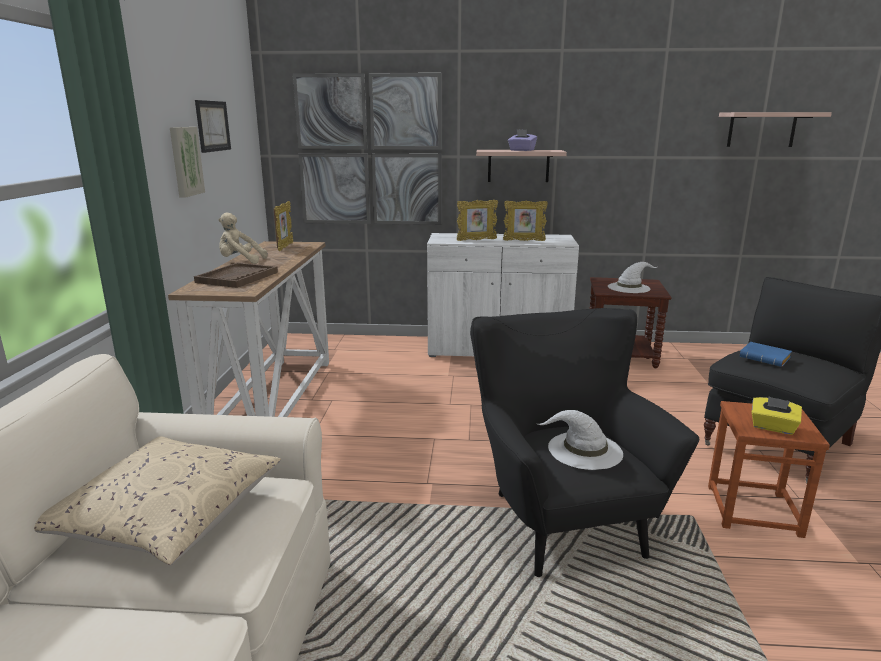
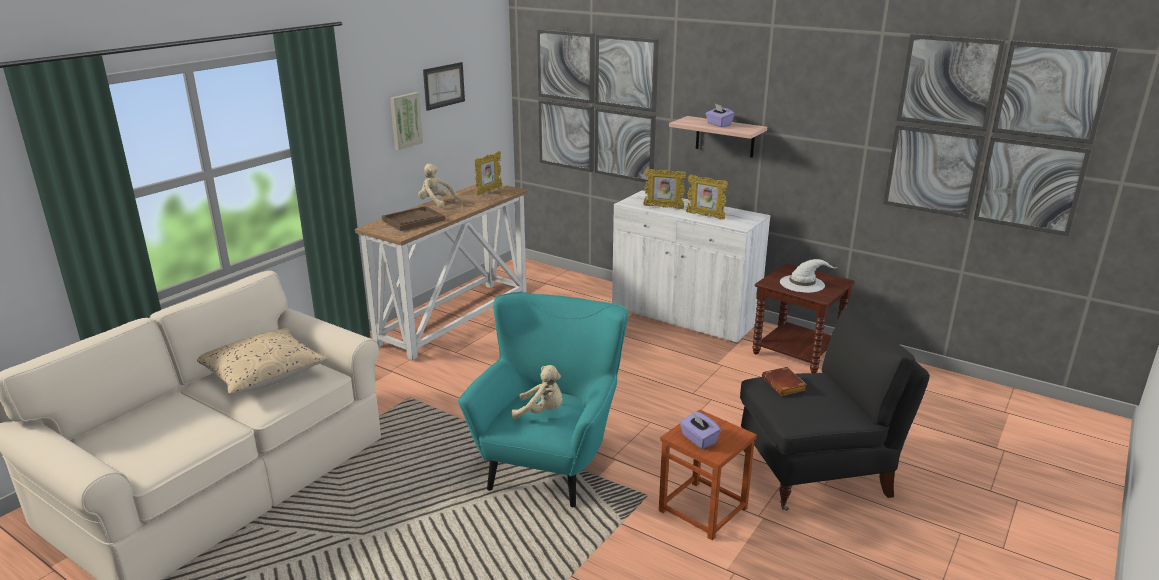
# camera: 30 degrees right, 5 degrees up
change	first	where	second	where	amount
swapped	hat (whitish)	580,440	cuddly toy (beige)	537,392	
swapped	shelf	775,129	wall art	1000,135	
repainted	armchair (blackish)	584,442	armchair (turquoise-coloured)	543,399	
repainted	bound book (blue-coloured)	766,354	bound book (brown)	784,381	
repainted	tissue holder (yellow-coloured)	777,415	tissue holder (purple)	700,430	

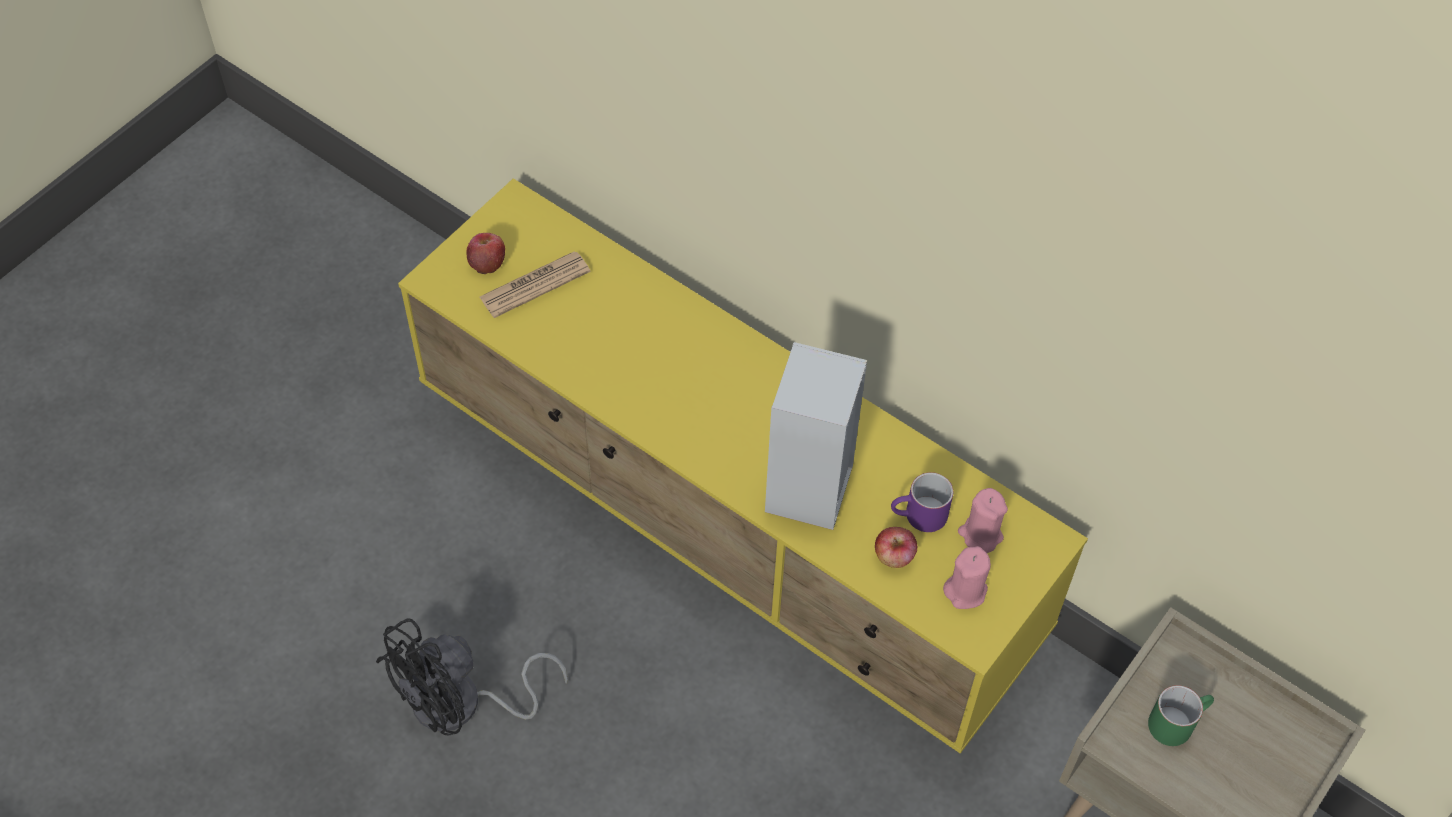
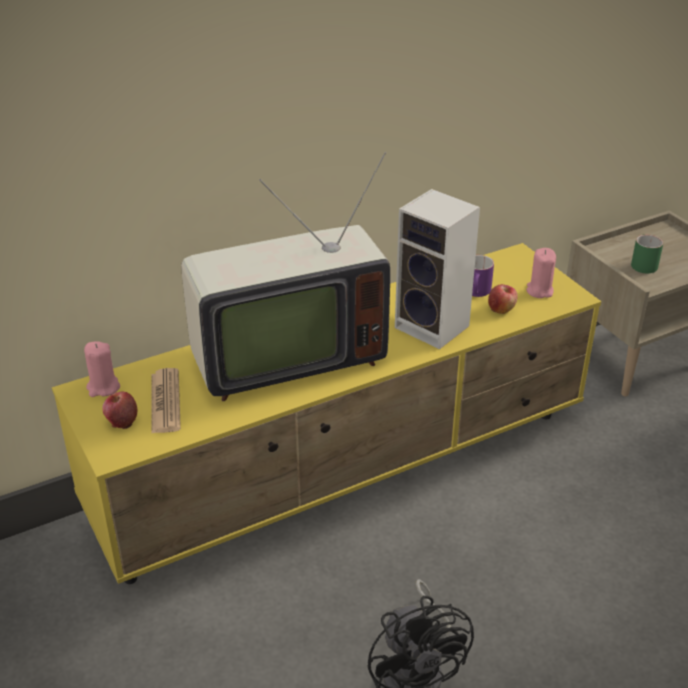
# camera: 65 degrees left, 20 degrees down
change	first	where	second	where	amount
new			television	285,276	
shifted	wax candle (pink-coloured)	983,520		102,369	

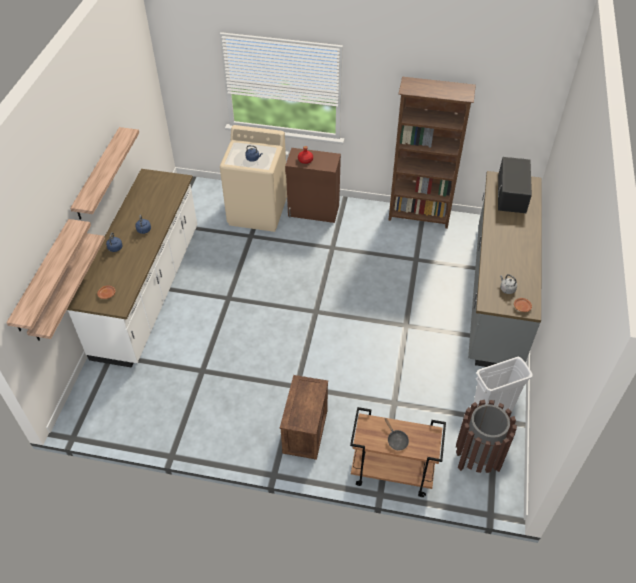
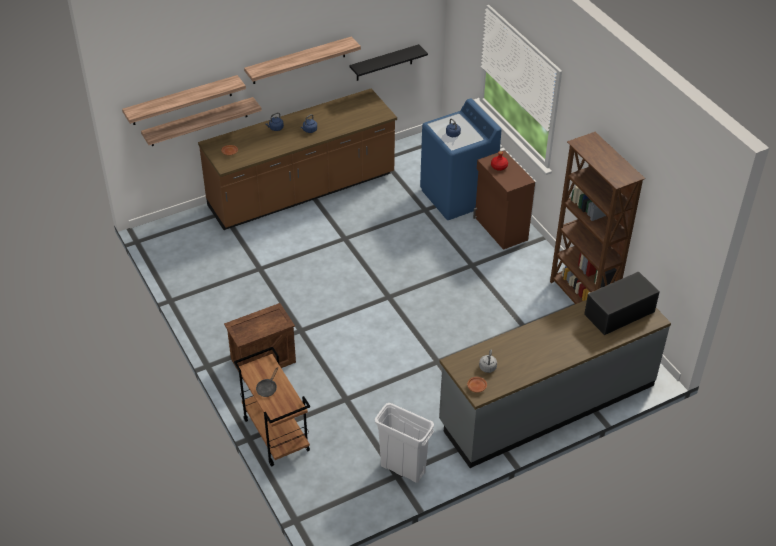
# camera: 50 degrees right, 5 degrees down
change	first	where	second	where	amount
gone	waste bin (brown)	486,436			
new			shelf (blackish)	389,62	
repainted	kitchen counter (whitish)	132,268	kitchen counter (brown)	297,159	
repainted	laundry machine (beige)	253,178	laundry machine (blue-coloured)	460,159	

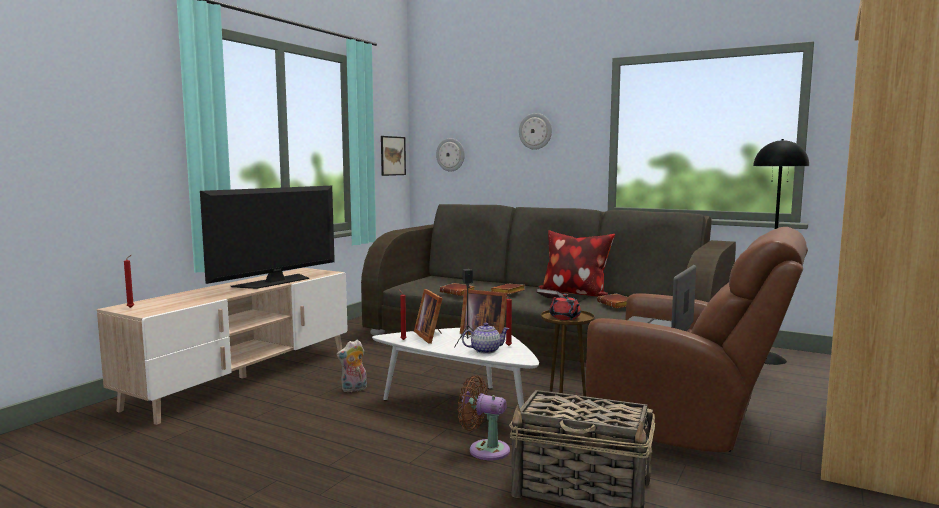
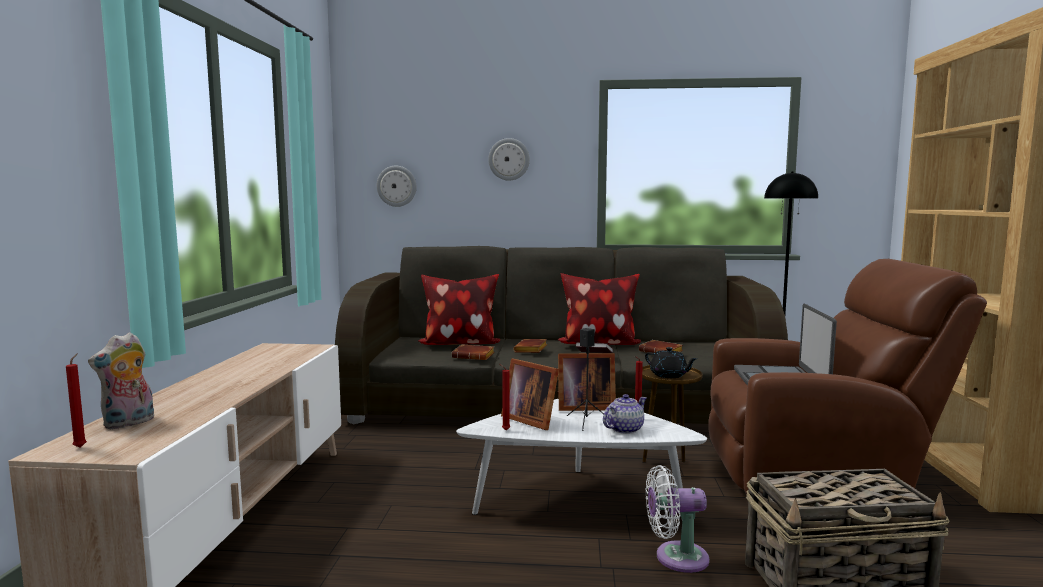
# camera: 25 degrees left, 0 degrees up
change	first	where	second	where	amount
gone	television	267,237			
gone	wall art	393,156			
new			cushion	459,309	
shifted	cuddly toy	351,366		121,380	
repainted	electric fan (brown)	484,417	electric fan (whitish)	678,519	
repainted	tea pot (red-coloured)	565,307	tea pot (blackish)	671,362	

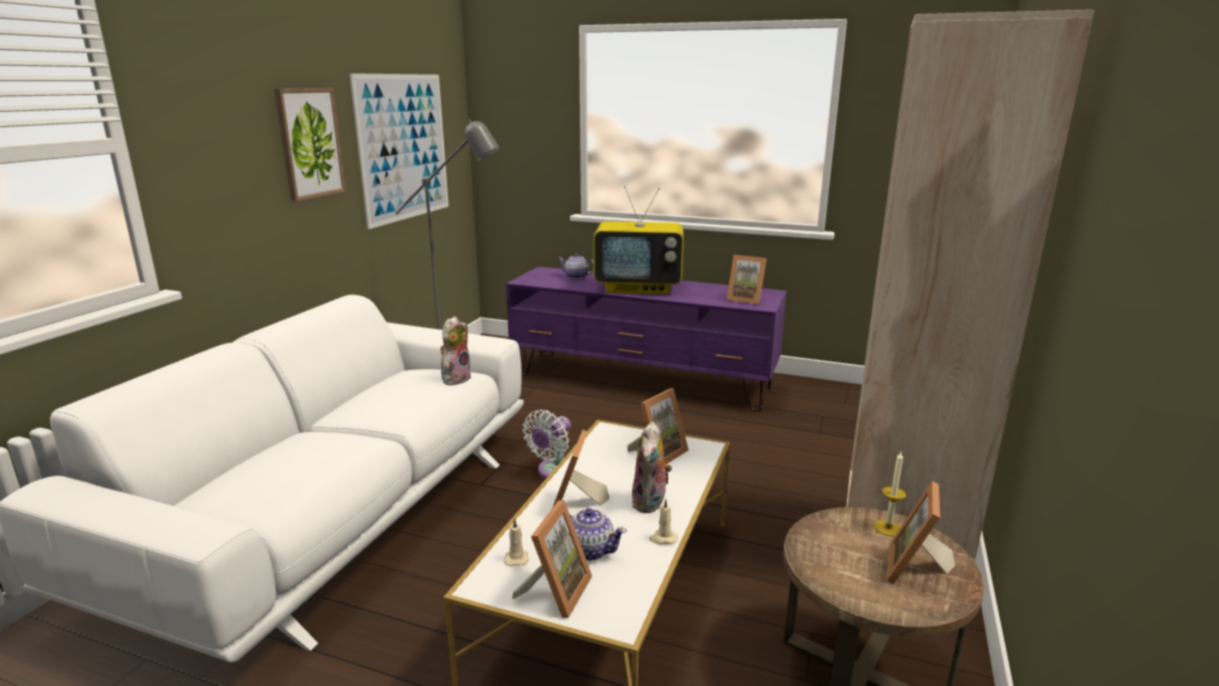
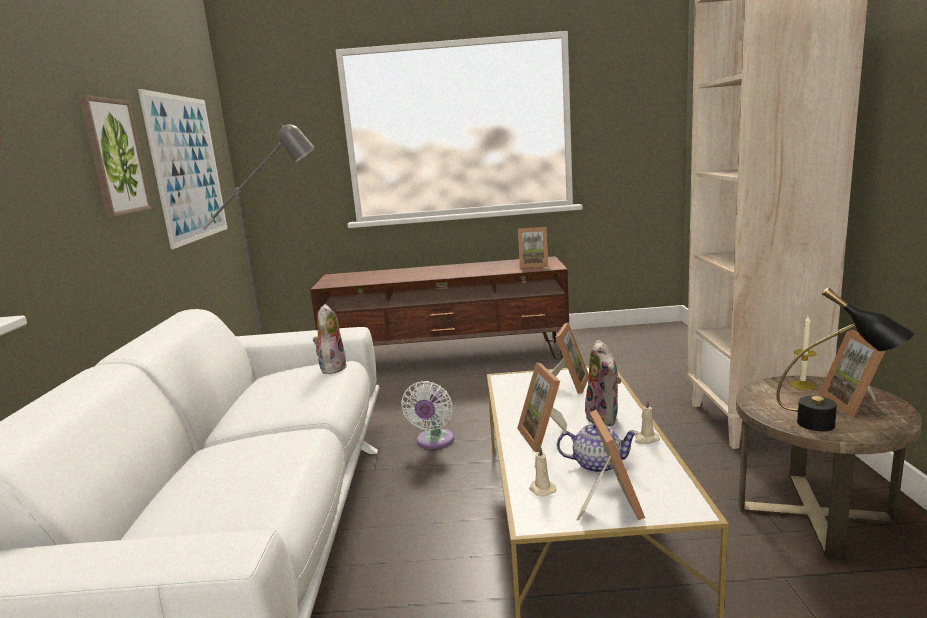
# camera: 20 degrees left, 5 degrees down
change	first	where	second	where	amount
gone	tea pot	576,266			
gone	television	638,240			
new			table lamp (blackish)	845,359	
repainted	media console (purple)	646,339	media console (brown)	439,308	

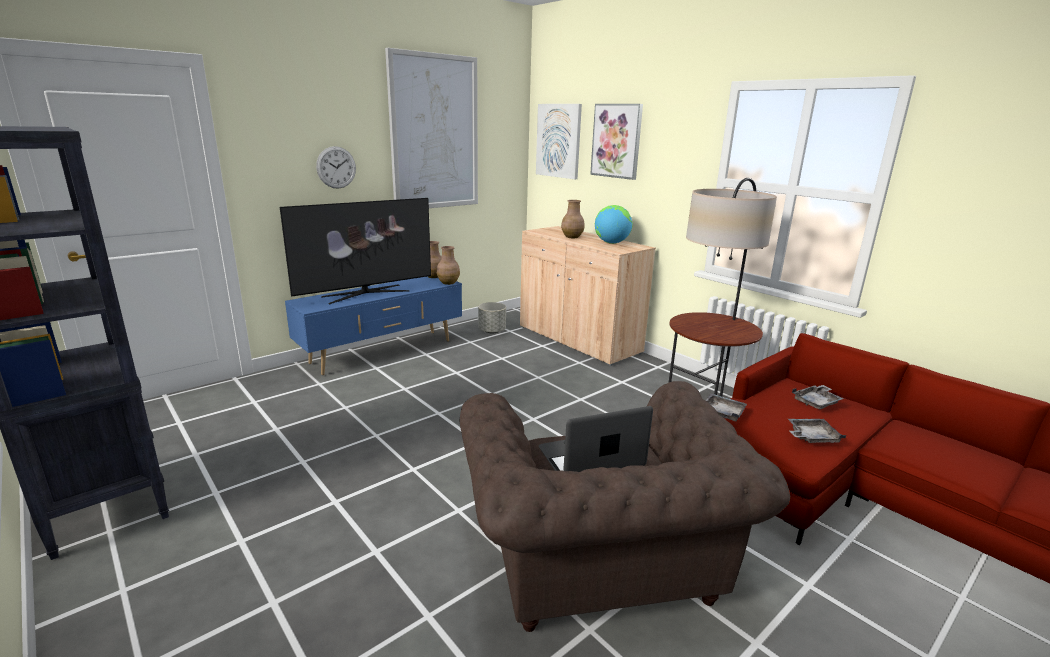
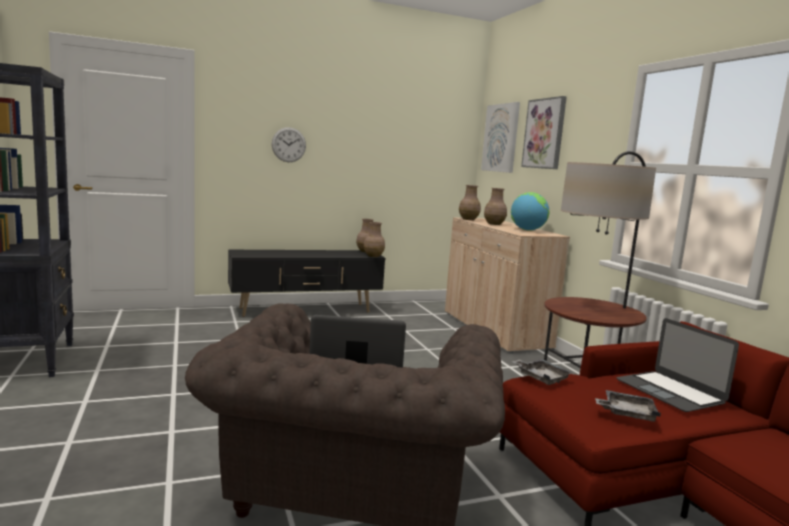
# camera: 20 degrees right, 10 degrees down
change	first	where	second	where	amount
gone	television	355,251			
gone	wall art	431,128			
gone	plant pot (greyish)	492,317			
new			vase (brown)	470,202	
swapped	carrying tray (greyish)	818,397	portable computer	678,365	
repainted	media console (blue-coloured)	373,325	media console (blackish)	306,283	

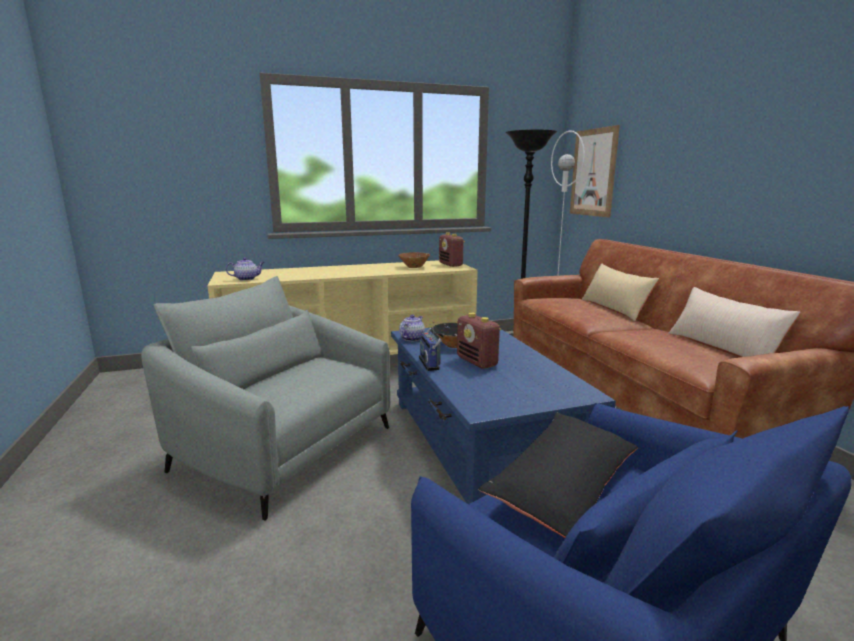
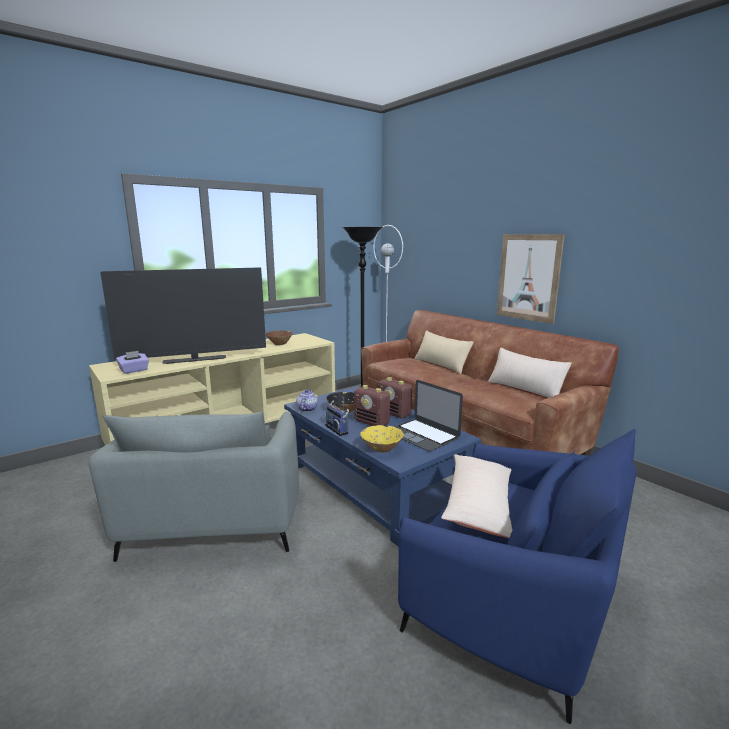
# camera: 20 degrees left, 0 degrees up
change	first	where	second	where	amount
new			television	183,315	
new			bowl (yellow-coloured)	382,438	
new			portable computer	429,415	
shifted	radio receiver	452,249		396,397	
shifted	wall art	595,171		531,279	
swapped	tea pot	245,269	tissue holder (purple)	132,362	
repainted	cushion (blackish)	558,475	cushion (beige)	476,496	
rotated	armchair (greyish)	265,398		194,486	105 degrees counterclockwise

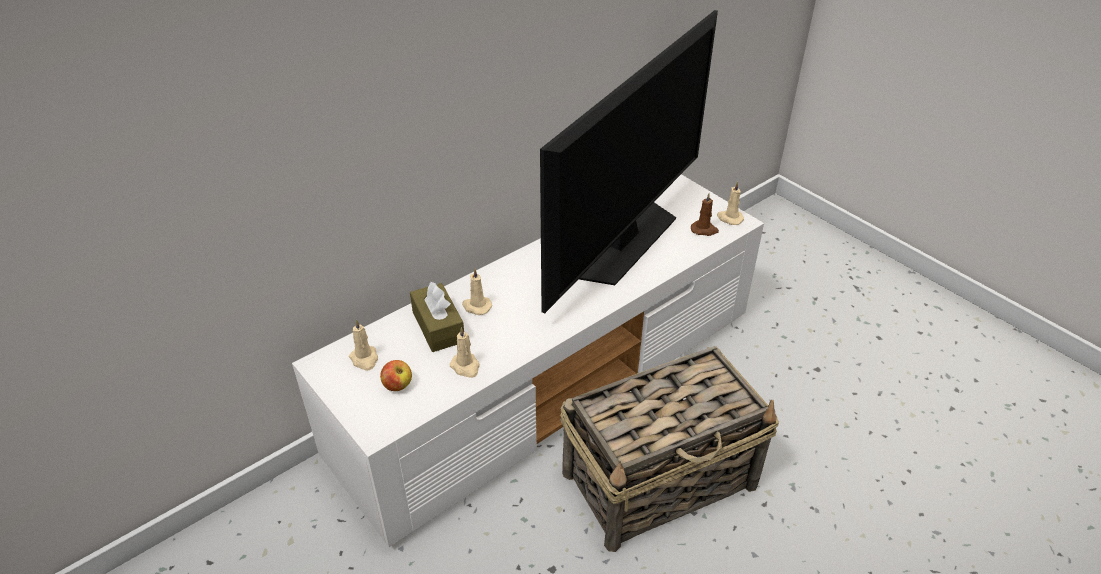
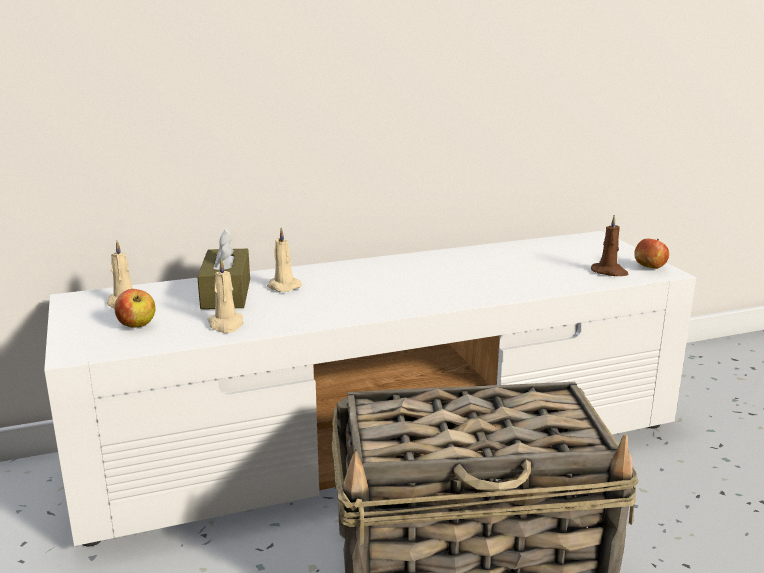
# camera: 20 degrees right, 20 degrees down
change	first	where	second	where	amount
gone	television	629,162			
swapped	wax candle (beige)	730,203	apple fruit	651,254	

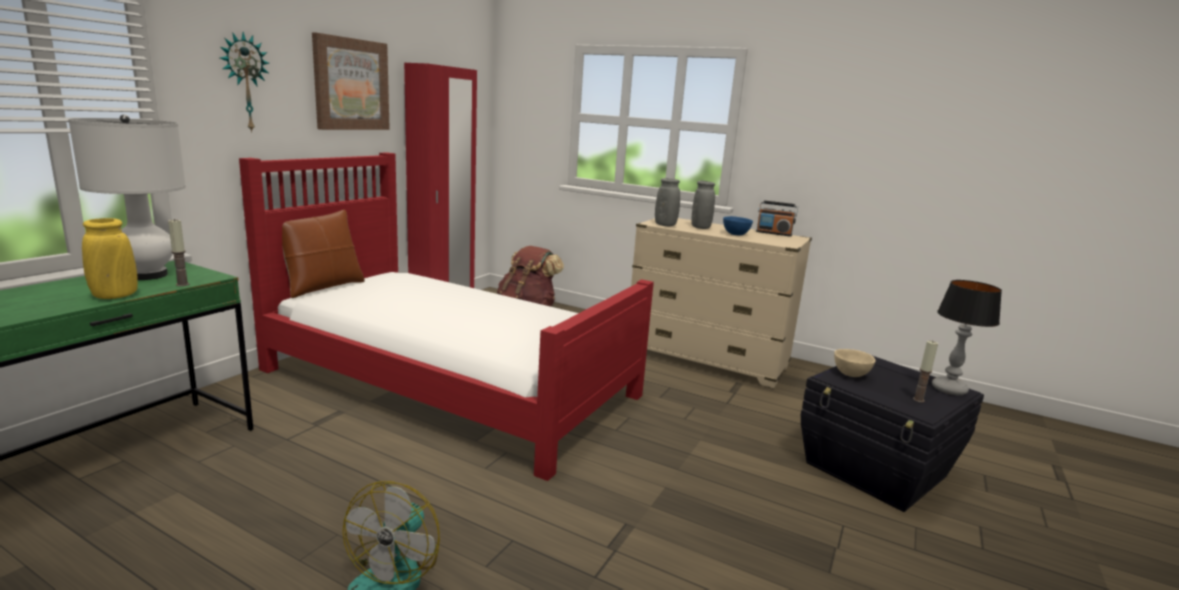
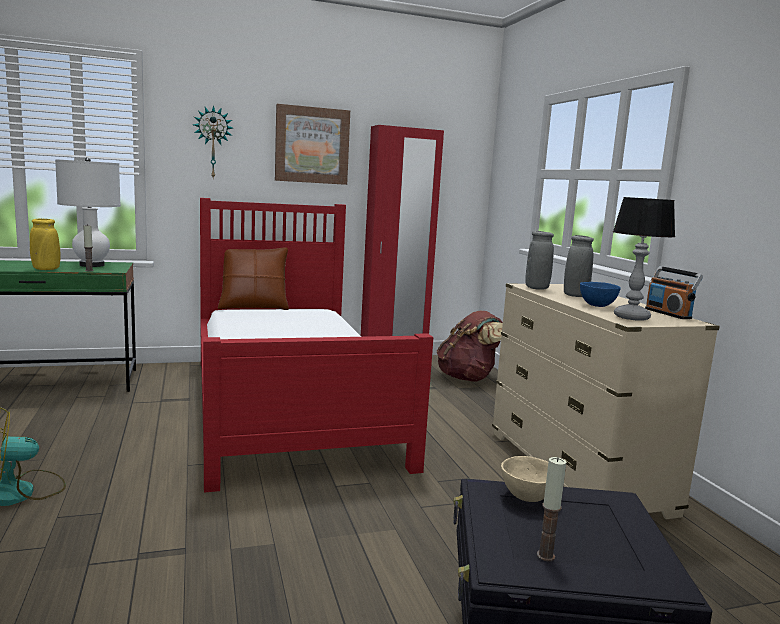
# camera: 45 degrees right, 5 degrees down
change	first	where	second	where	amount
shifted	table lamp	967,337		644,259	

